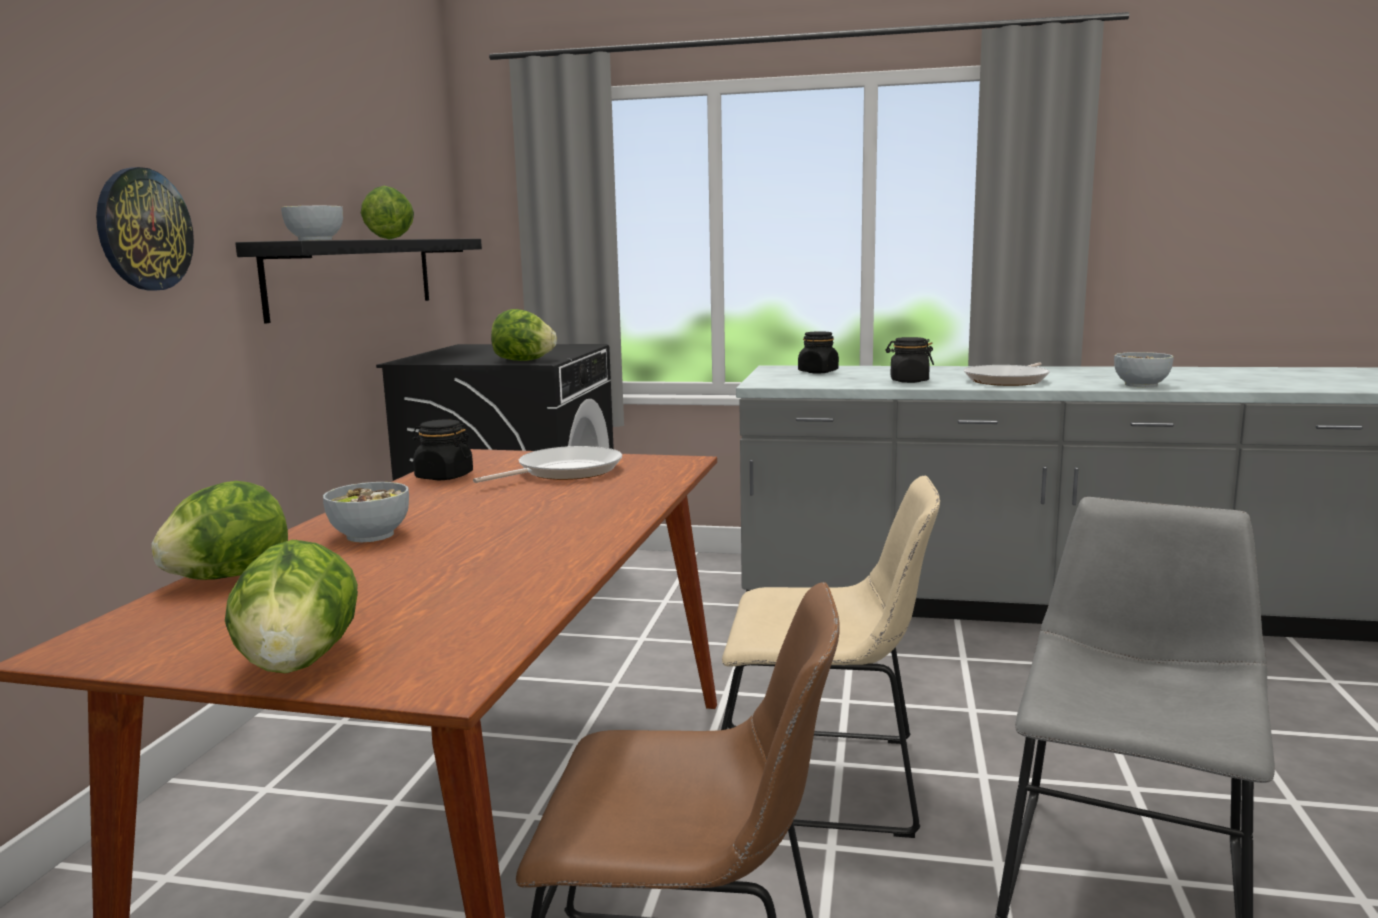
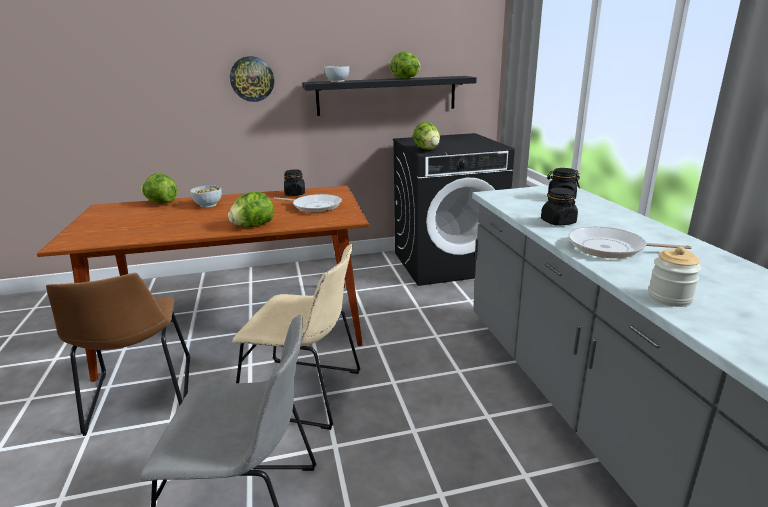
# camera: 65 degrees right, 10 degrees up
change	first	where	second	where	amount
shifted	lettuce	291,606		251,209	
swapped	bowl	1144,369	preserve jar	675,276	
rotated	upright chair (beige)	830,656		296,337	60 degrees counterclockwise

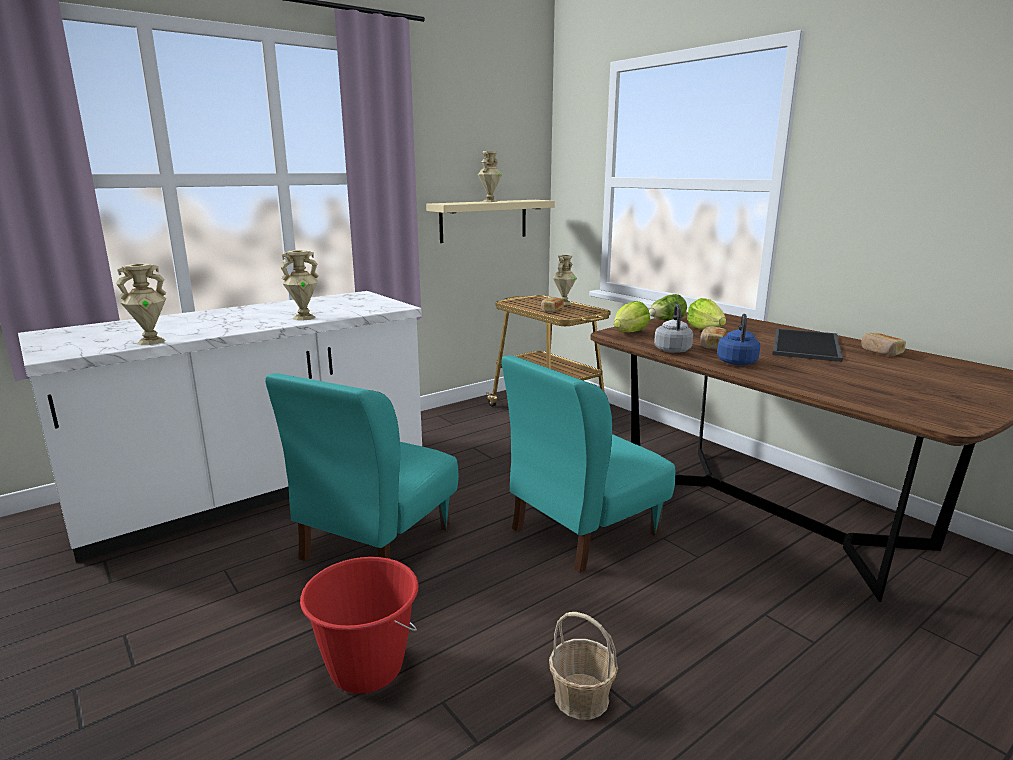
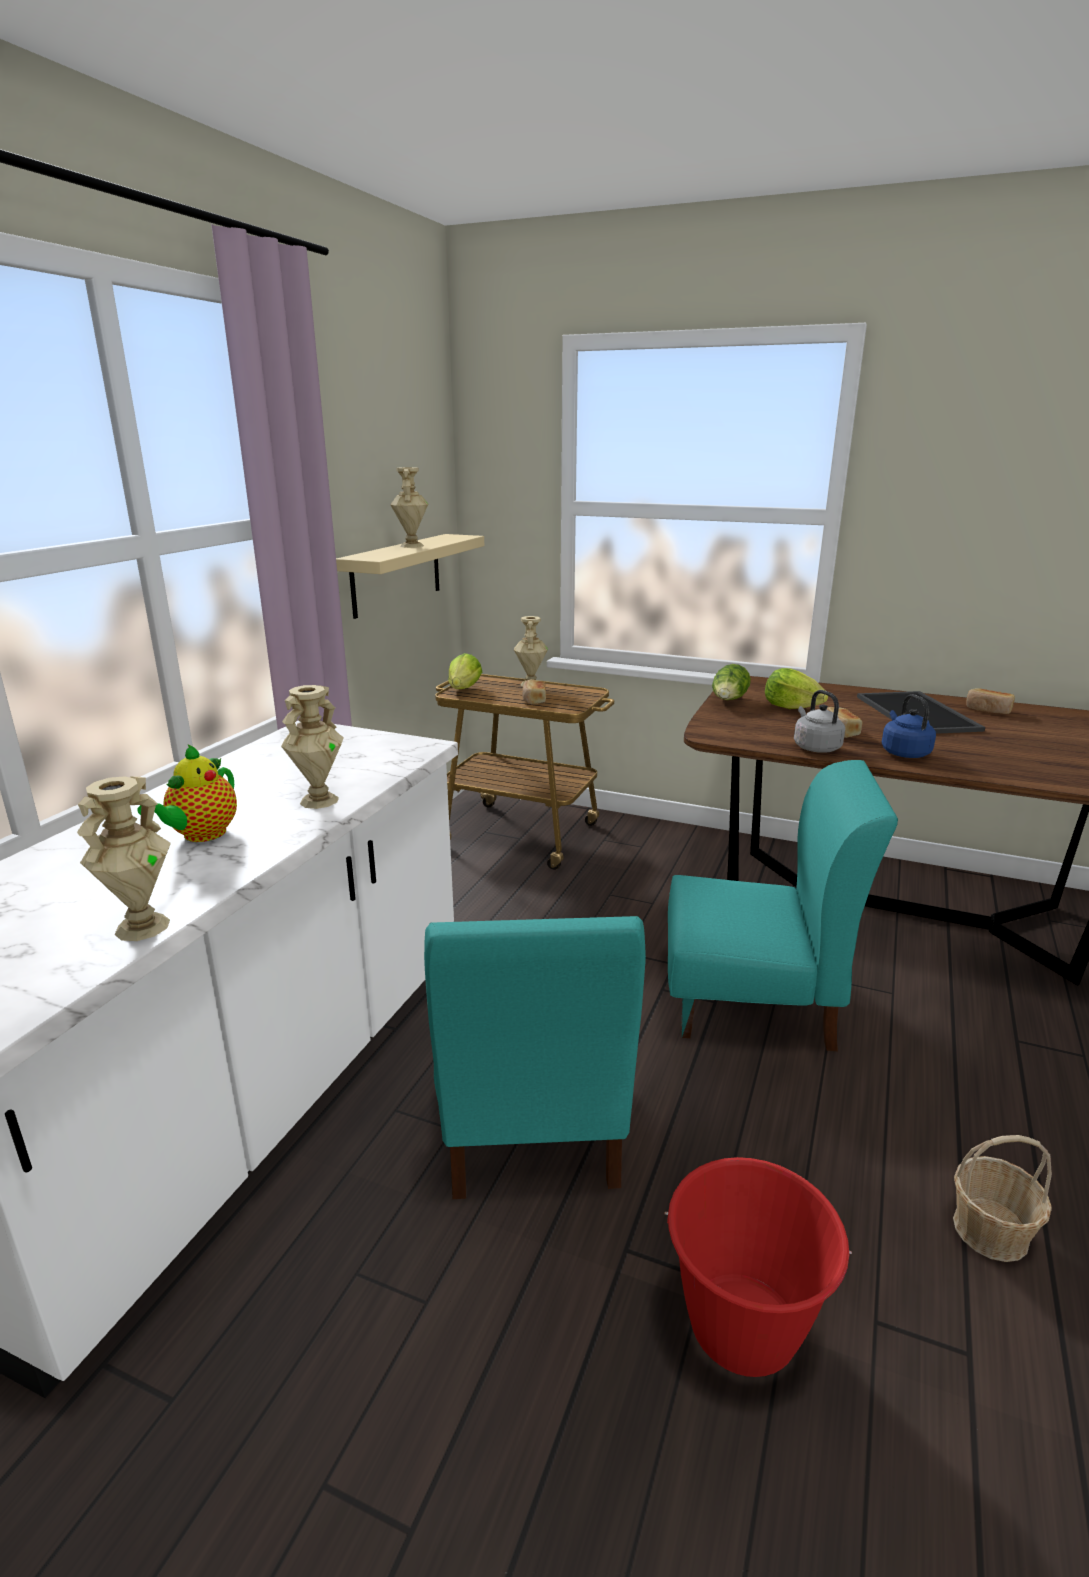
# camera: 30 degrees left, 5 degrees up
change	first	where	second	where	amount
new			tea pot	187,793	
shifted	lettuce	632,316		465,671	
rotated	upright chair (turquoise-coloured)	588,464		783,905	105 degrees counterclockwise

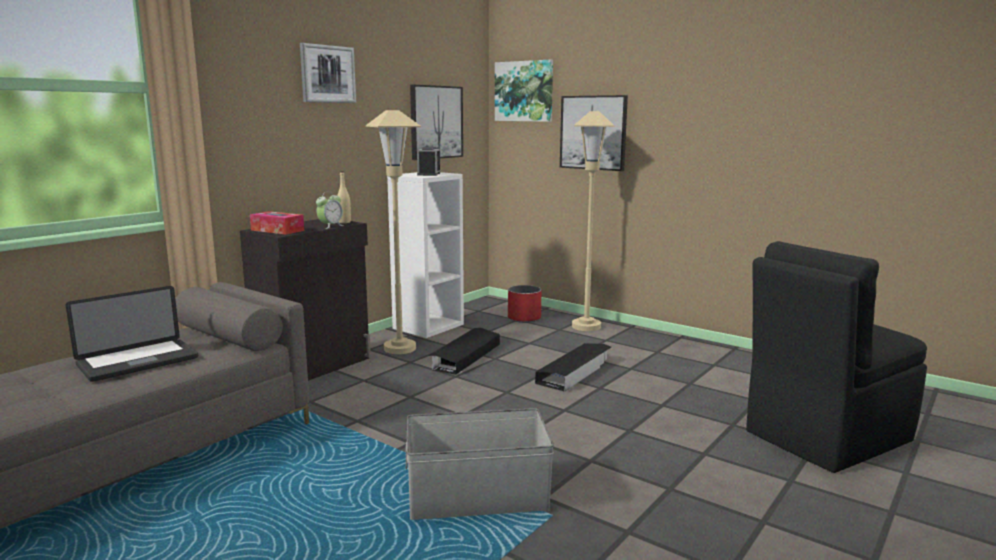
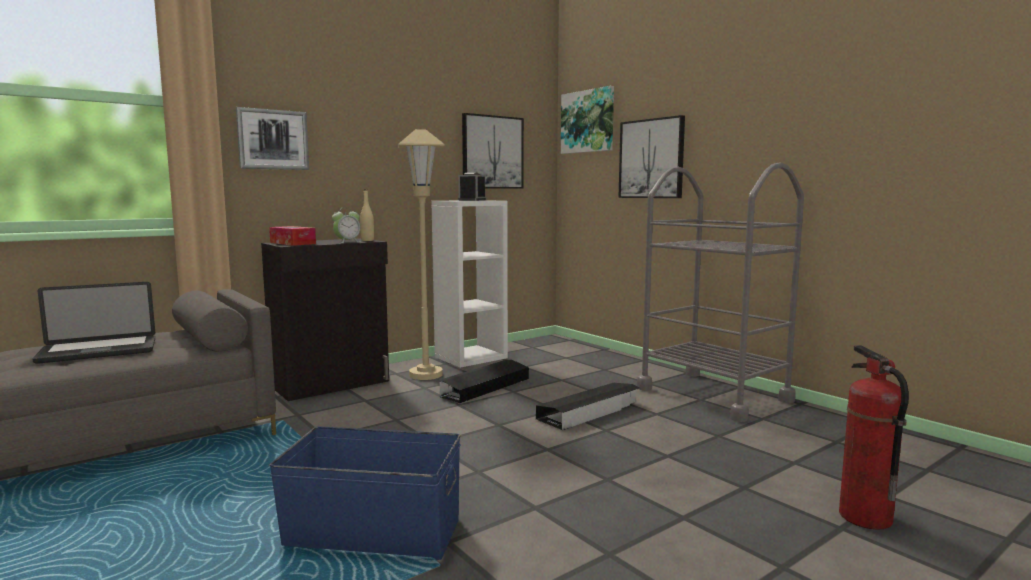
# camera: 15 degrees right, 5 degrees down
change	first	where	second	where	amount
gone	plant pot (red-coloured)	524,304			
gone	floor lamp (beige)	593,221			
new			wheeled cart (greyish)	720,292	
shifted	wall art	328,73		272,138	
swapped	upright chair (blackish)	836,357	fire-fighting cylinder	874,437	
repainted	storage bin (greyish)	480,464	storage bin (blue-coloured)	365,493	

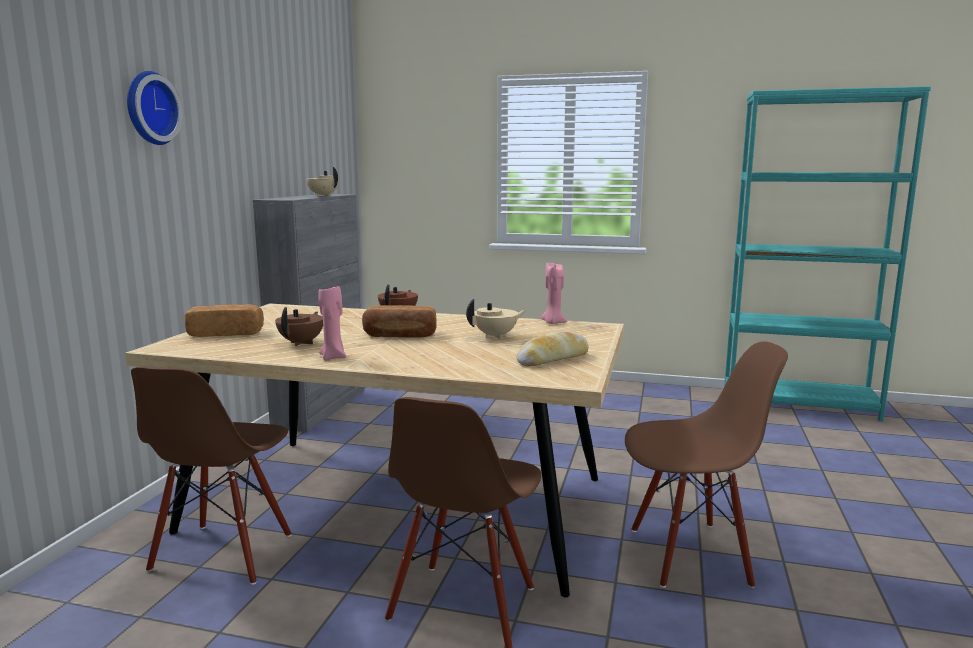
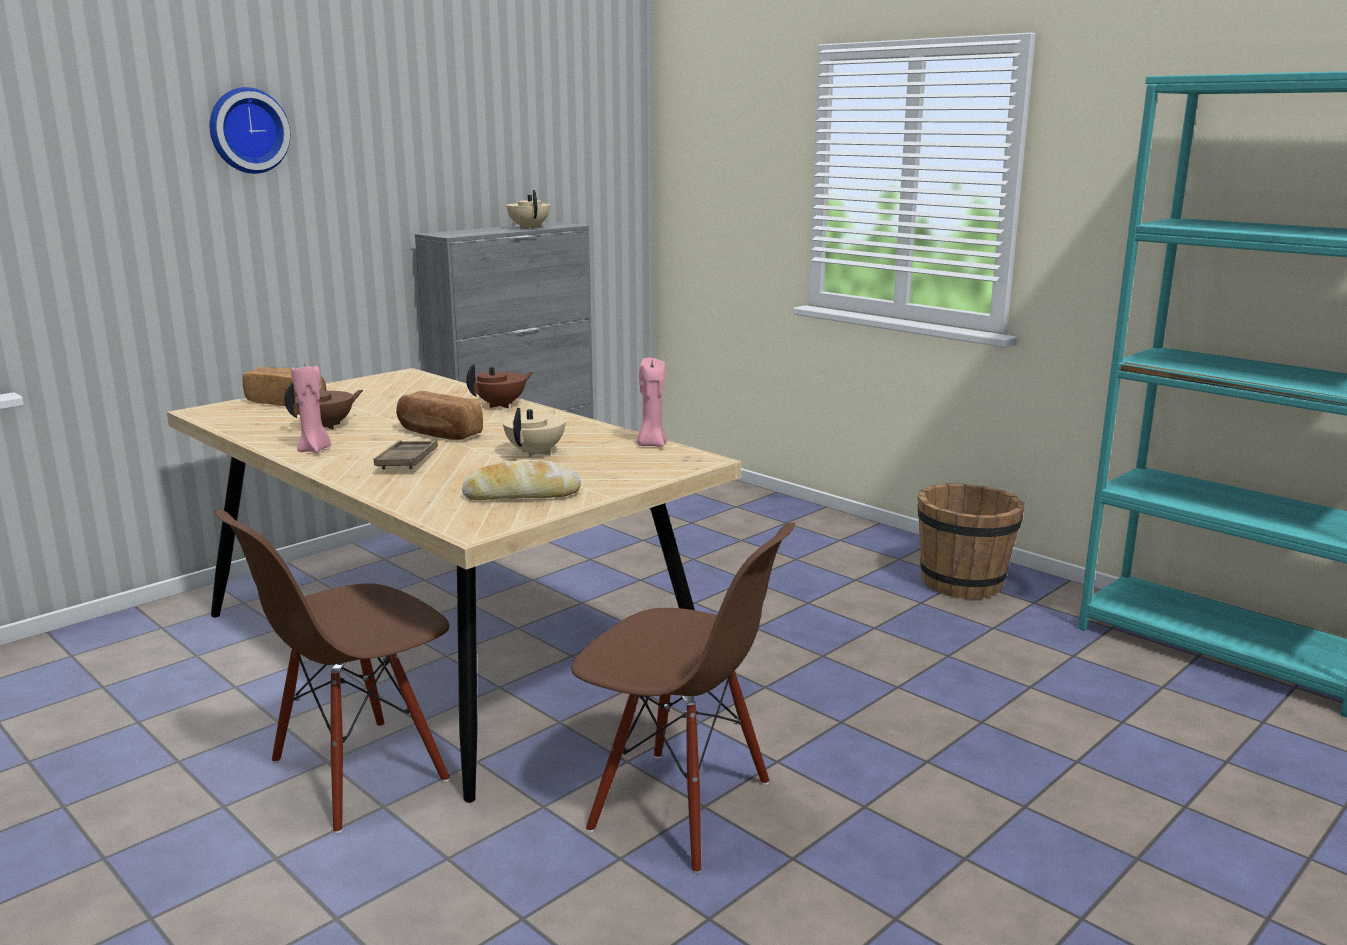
# camera: 30 degrees right, 5 degrees up
change	first	where	second	where	amount
gone	upright chair (brown)	211,476			
new			carrying tray (brown)	406,454	
new			bucket (brown)	971,541	
rotated	tea pot (beige)	496,319		534,432	75 degrees counterclockwise

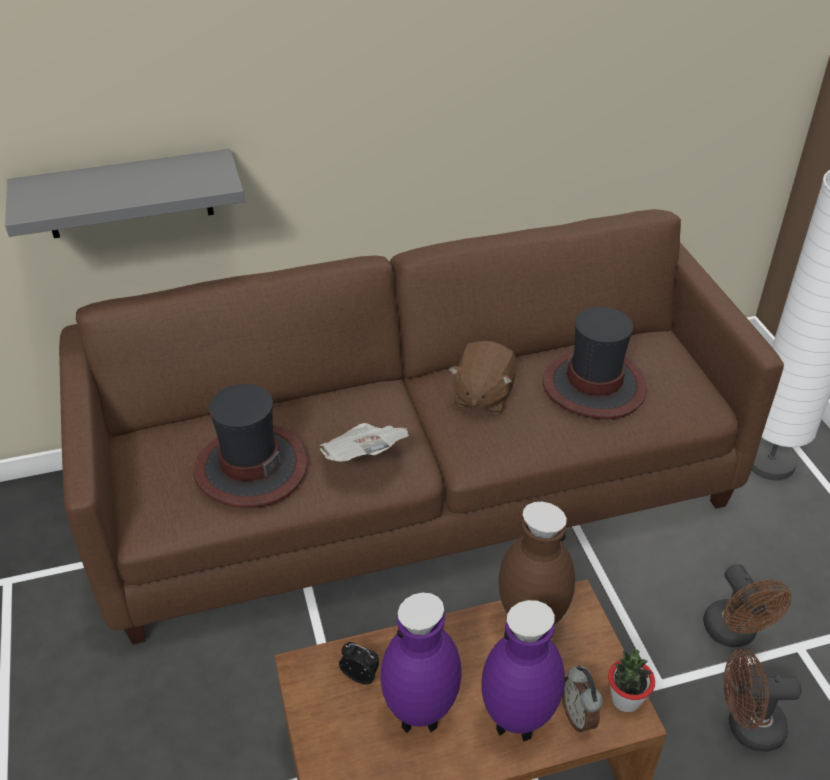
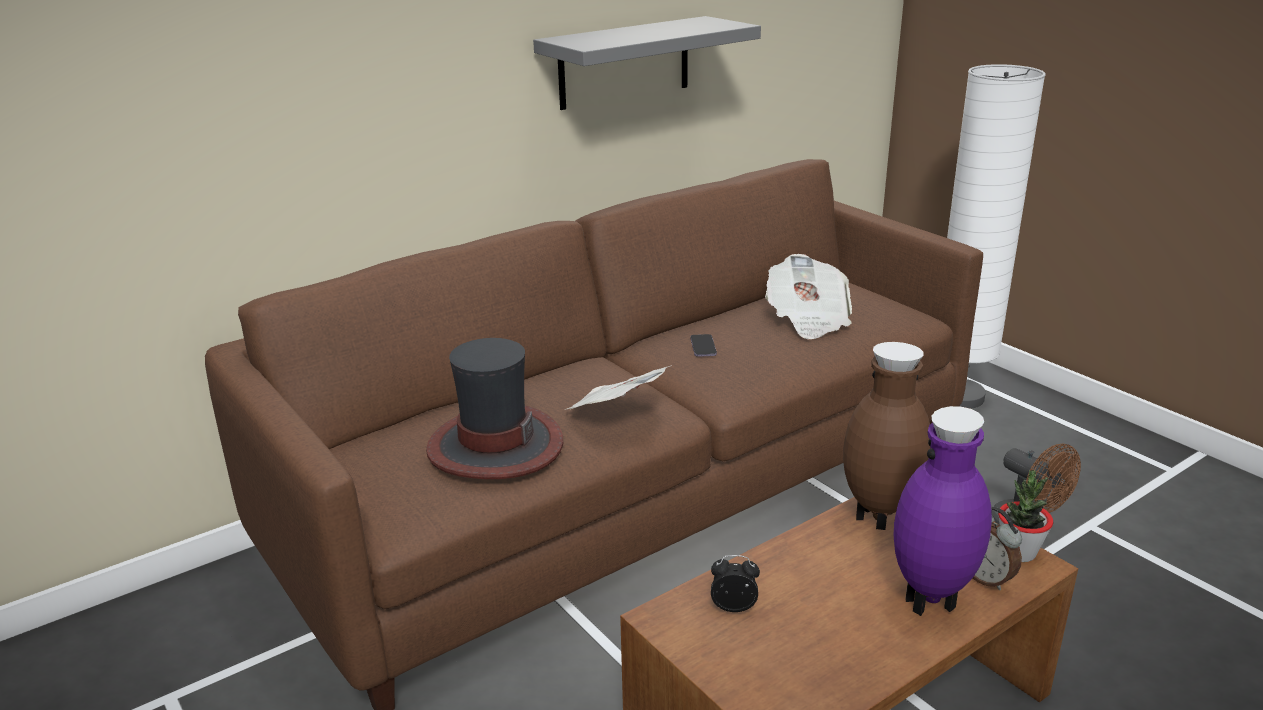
# camera: 20 degrees left, 15 degrees down
change	first	where	second	where	amount
gone	vase (purple)	420,663			
gone	electric fan (brown)	762,700			
shifted	shelf (greyish)	125,193		647,63	
swapped	cuddly toy (brown)	483,377	handset	703,345	
swapped	hat	595,363	daily paper	808,297	

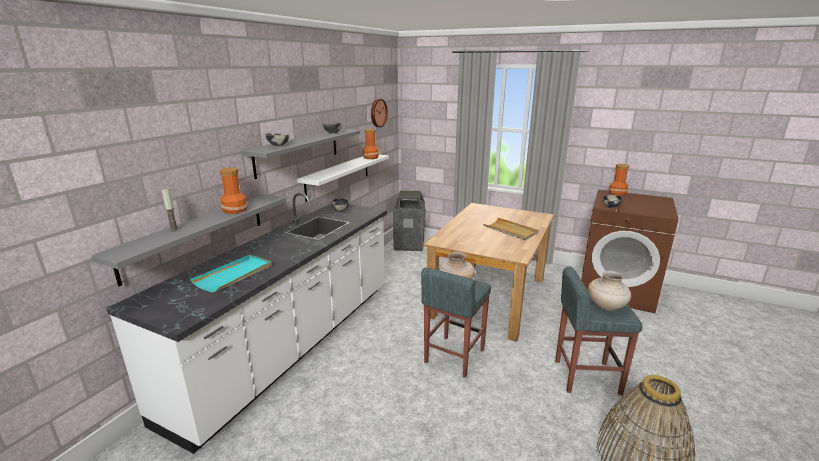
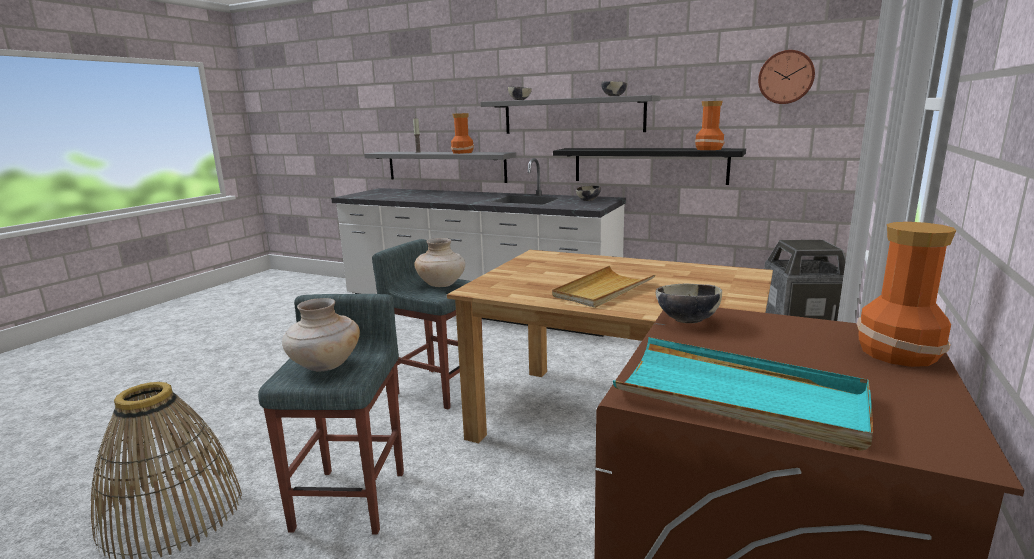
# camera: 90 degrees right, 5 degrees down
change	first	where	second	where	amount
shifted	carrying tray (turquoise-coloured)	231,274		743,394	
repainted	shelf (whitish)	343,178	shelf (blackish)	649,166	

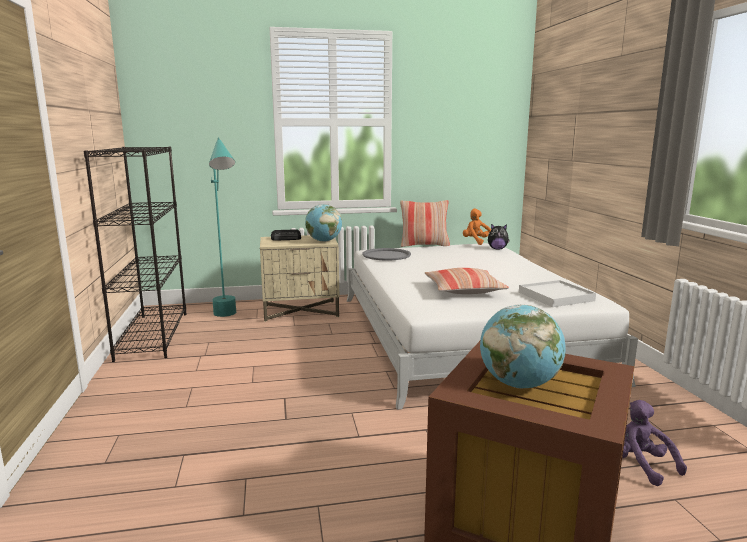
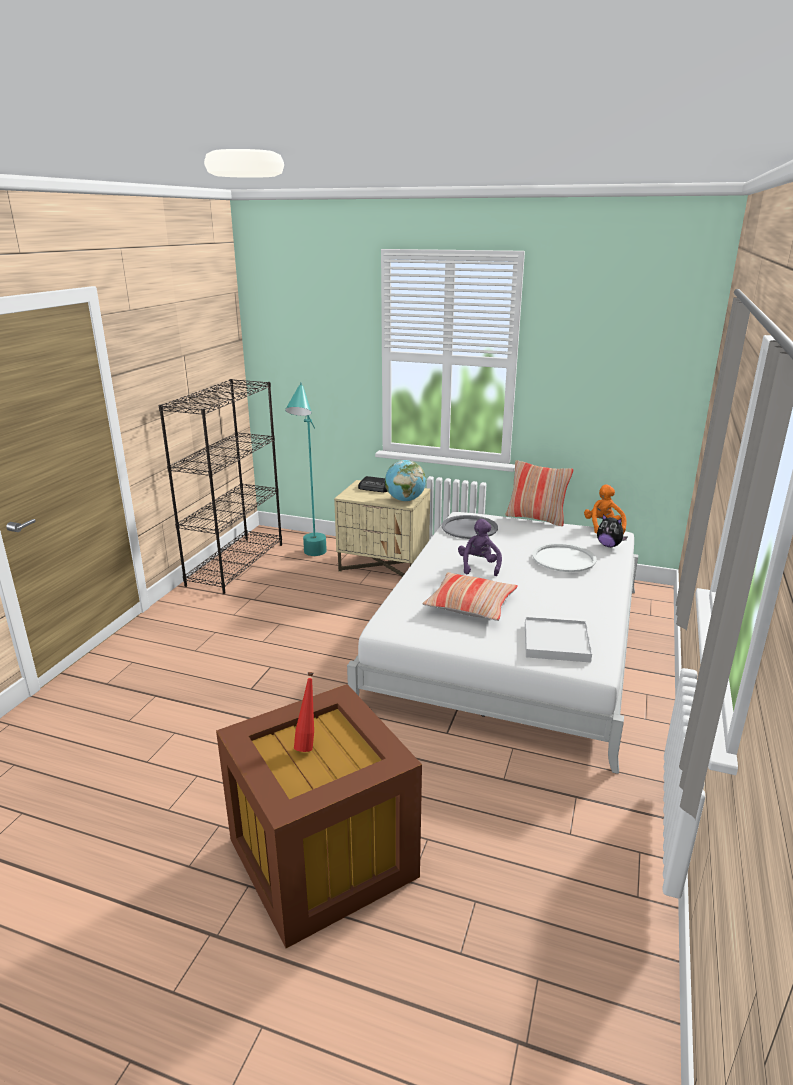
# camera: 30 degrees right, 10 degrees up
change	first	where	second	where	amount
new			carrying tray (whitish)	564,557	
shifted	cuddly toy (purple)	654,443		480,547	
swapped	globe	523,346	bottle (red-coloured)	304,712	

